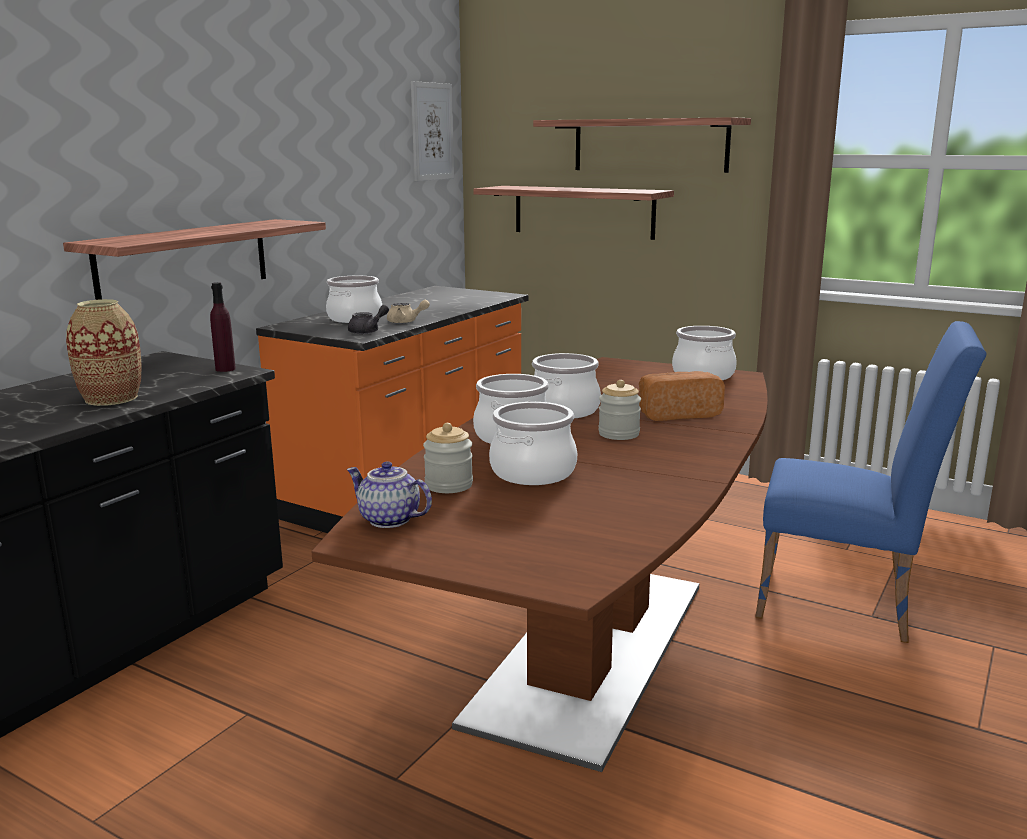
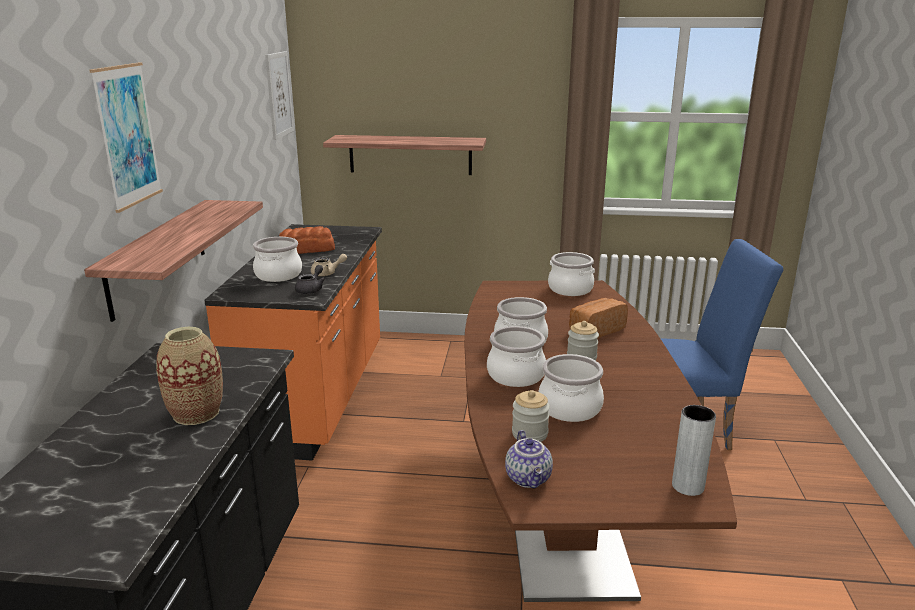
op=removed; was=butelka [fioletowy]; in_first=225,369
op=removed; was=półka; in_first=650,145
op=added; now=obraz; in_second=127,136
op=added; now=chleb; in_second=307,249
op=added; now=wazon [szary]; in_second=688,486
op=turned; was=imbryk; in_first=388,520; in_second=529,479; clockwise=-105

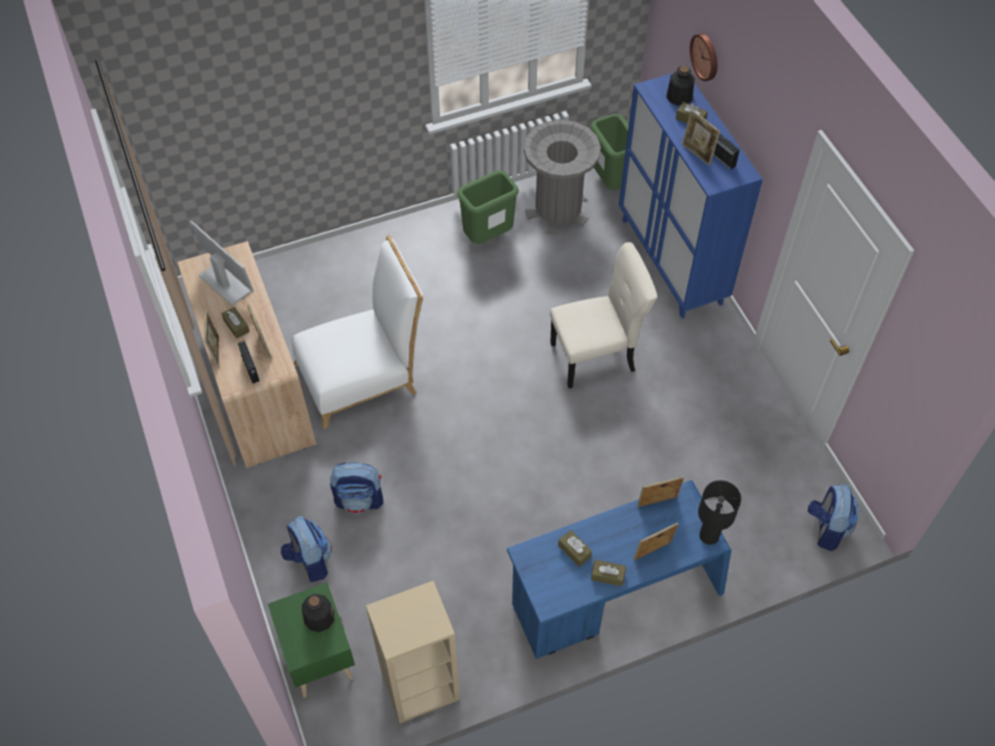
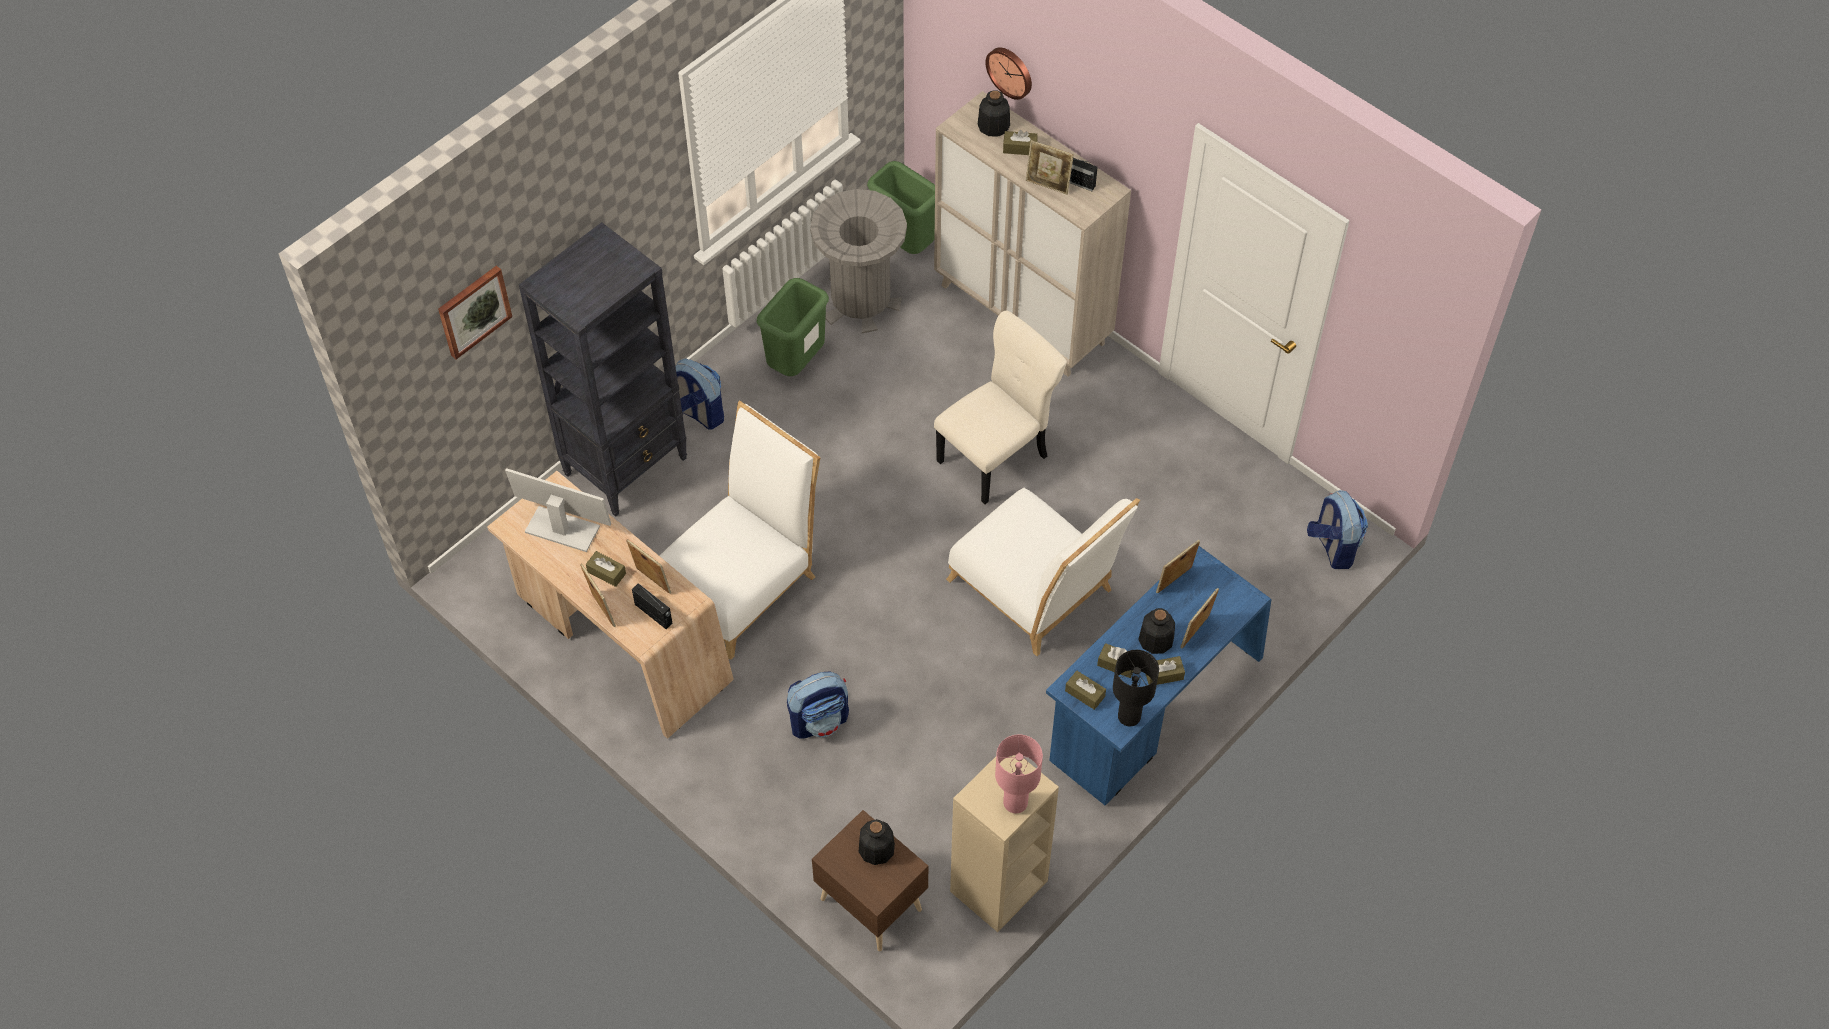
op=added; now=obraz; in_second=473,310
op=added; now=regał [czarny]; in_second=627,465
op=added; now=krzesło [biały]; in_second=1036,591
op=added; now=lampa stołowa [różowy]; in_second=1015,803
op=added; now=pudełko chusteczek [brązowy]; in_second=1085,693
op=added; now=butelka; in_second=1155,639
op=moved; was=plecak; in_first=310,561; in_second=698,413
op=moved; was=lampa stołowa [czarny]; in_first=709,536; in_second=1130,717
op=recoloured; was=szafka nocna [zielony]; now=szafka nocna [brązowy]; in_first=319,655; in_second=871,902
op=recoloured; was=szafka [niebieski]; now=szafka [beżowy]; in_first=671,261; in_second=1023,314

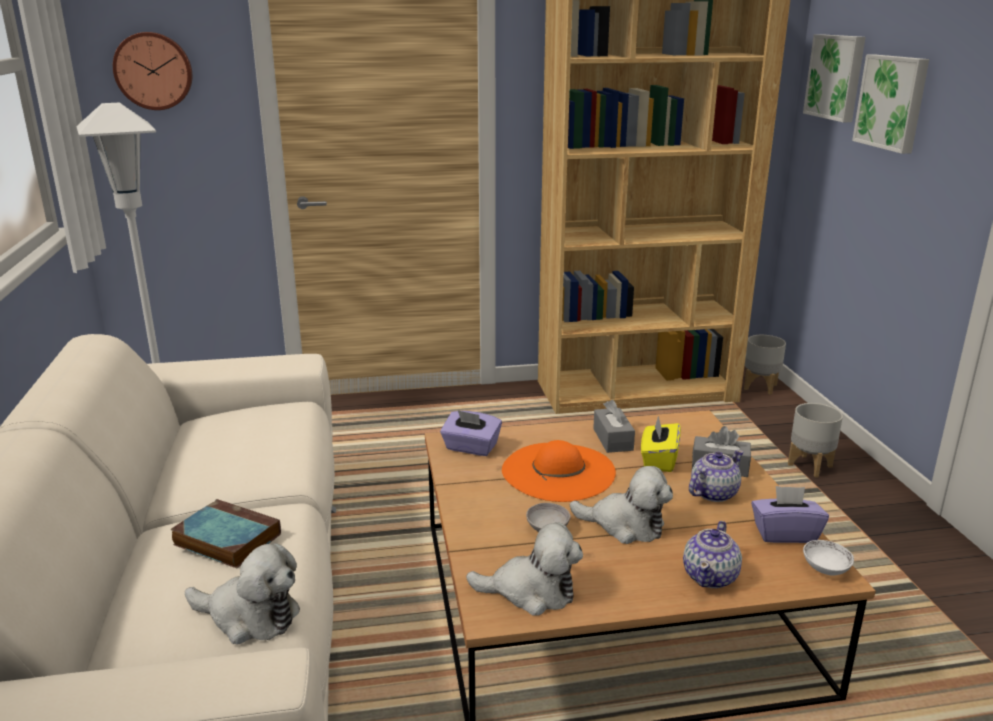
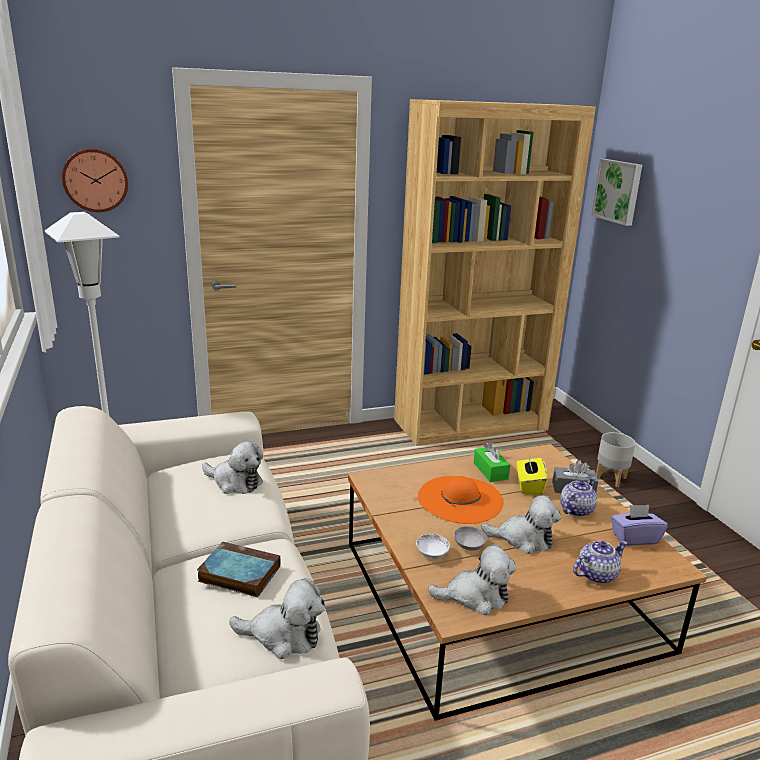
op=removed; was=pudełko chusteczek [fioletowy]; in_first=471,448
op=removed; was=donica [szary]; in_first=761,387
op=removed; was=obraz; in_first=893,102
op=added; now=pluszak; in_second=235,482
op=moved; was=miska [biały]; in_first=825,568; in_second=432,554
op=recoloured; was=pudełko chusteczek [szary]; now=pudełko chusteczek [zielony]; in_first=613,439; in_second=490,471
op=turned; was=imbryk; in_first=711,576; in_second=596,574; clockwise=-135

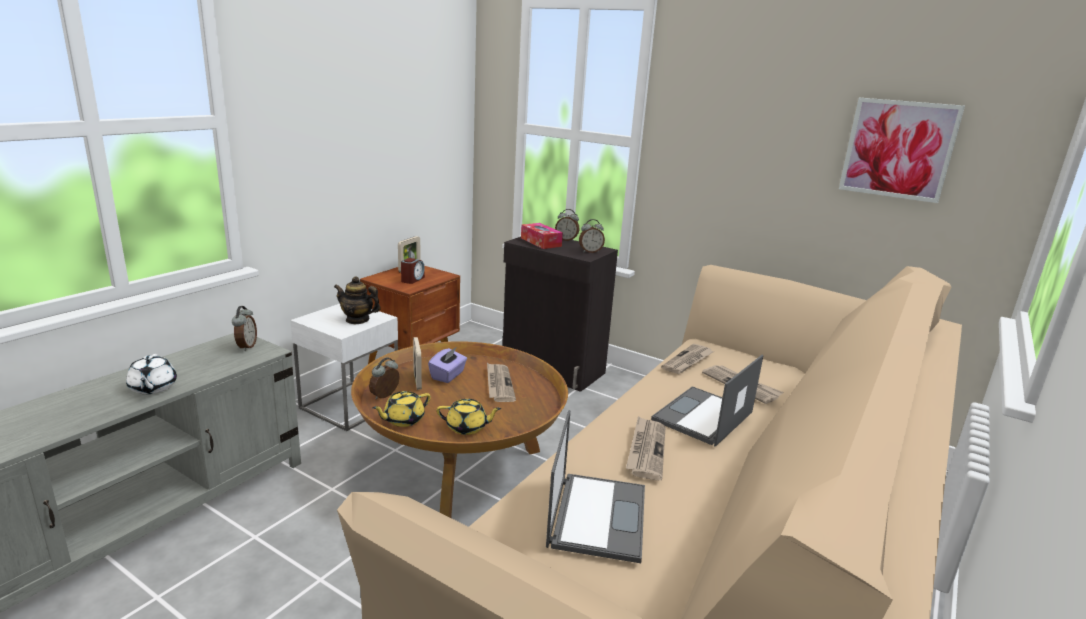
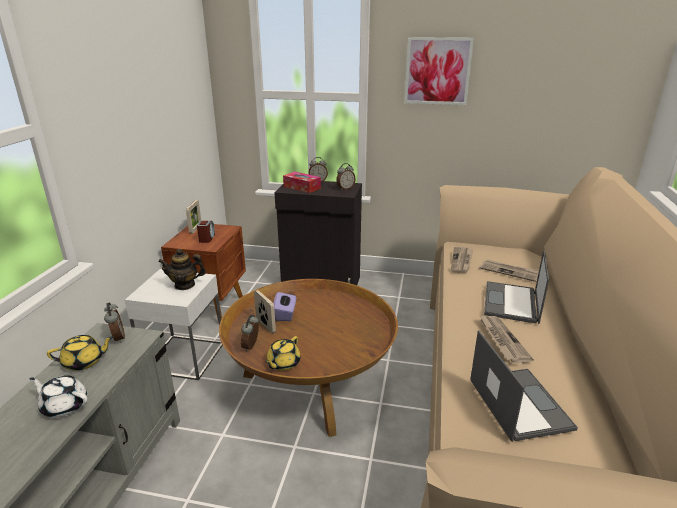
op=removed; was=gazeta; in_first=499,384
op=moved; was=imbryk [żółty]; in_first=467,427; in_second=84,362
op=moved; was=obraz; in_first=898,149; in_second=437,71
op=turned; was=imbryk [biały]; in_first=152,388; in_second=64,406; clockwise=150

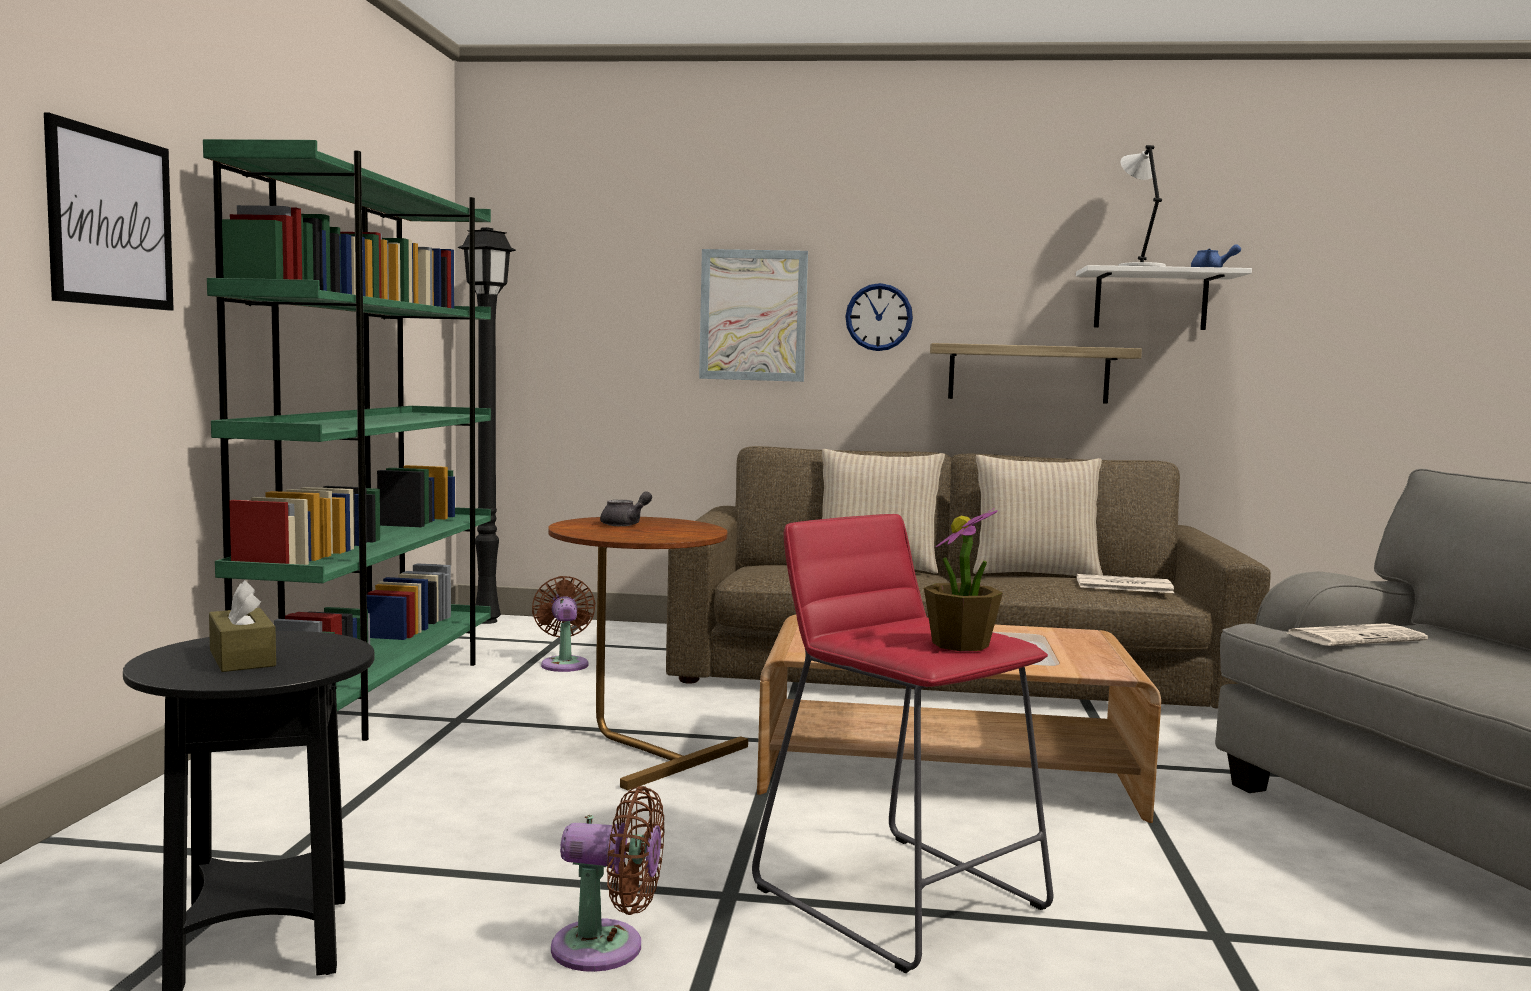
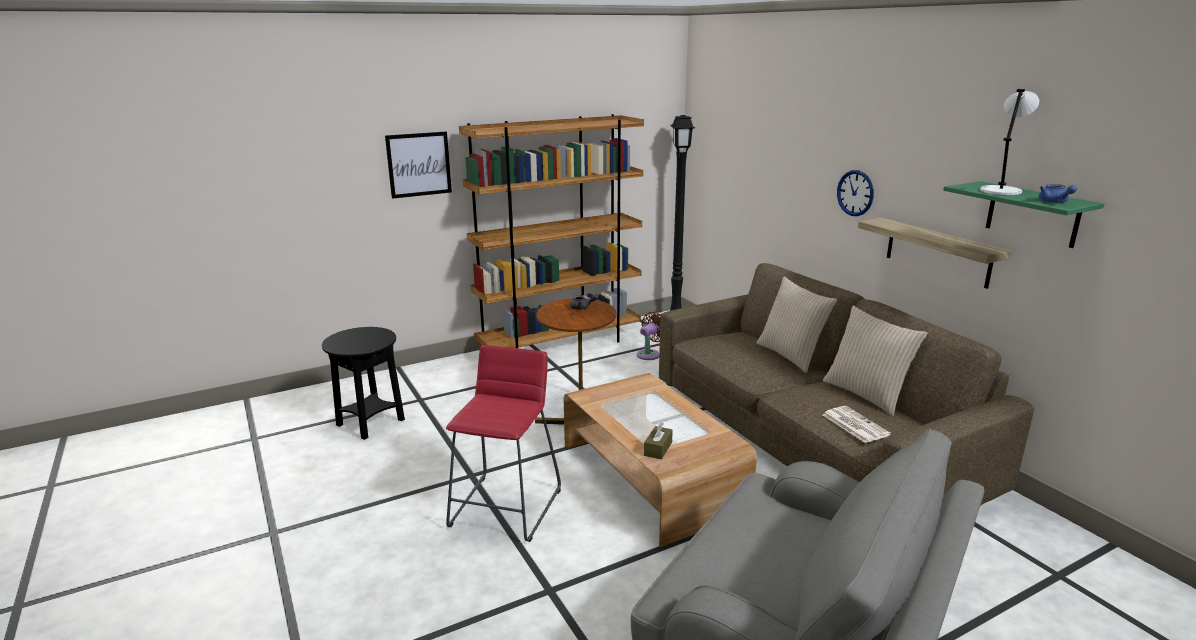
op=removed; was=wentylator [brązowy]; in_first=607,948
op=removed; was=obraz; in_first=753,315
op=removed; was=roślina doniczkowa; in_first=960,644
op=removed; was=gazeta; in_first=1355,637
op=moved; was=pudełko chusteczek [brązowy]; in_first=242,658; in_second=658,449
op=recoloured; was=regał [zielony]; now=regał [brązowy]; in_first=376,694; in_second=560,345
op=recoloured; was=półka [biały]; now=półka [zielony]; in_first=1150,300; in_second=1032,214

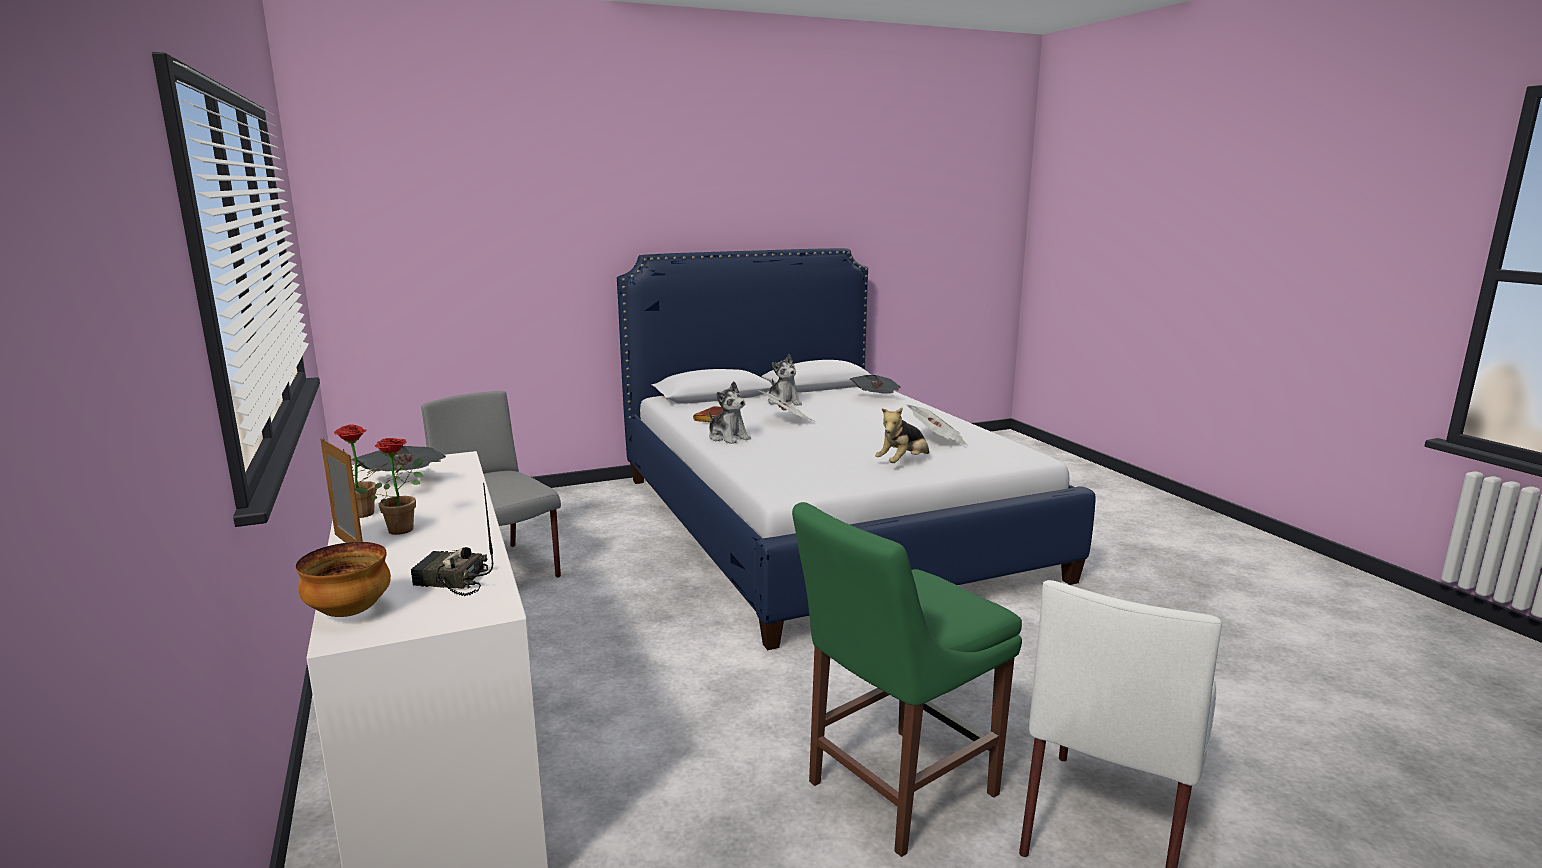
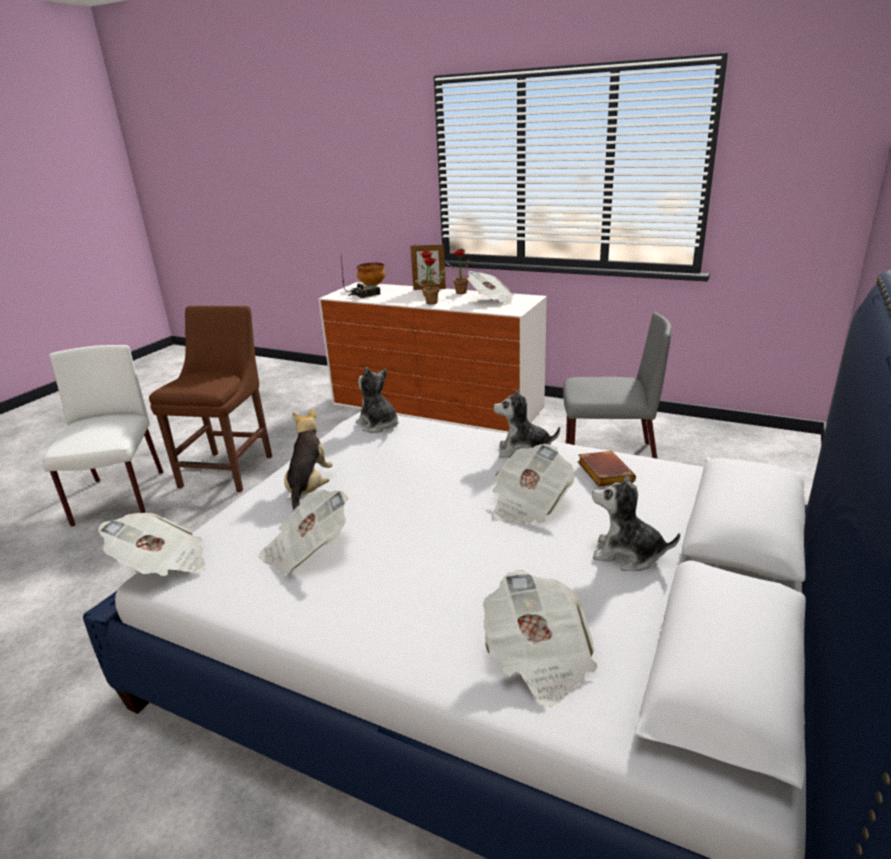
op=added; now=gazeta; in_second=163,565
op=added; now=pluszak; in_second=378,425
op=added; now=roślina doniczkowa; in_second=433,302
op=recoloured; was=krzesło [zielony]; now=krzesło [brązowy]; in_first=894,791; in_second=230,469

